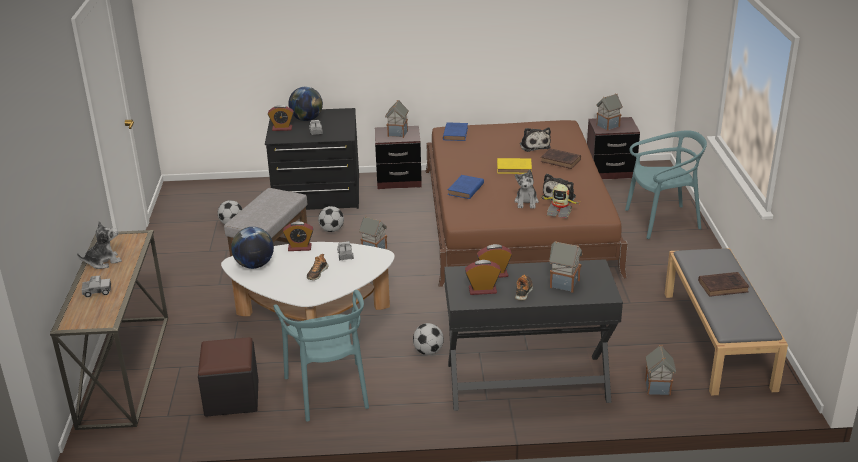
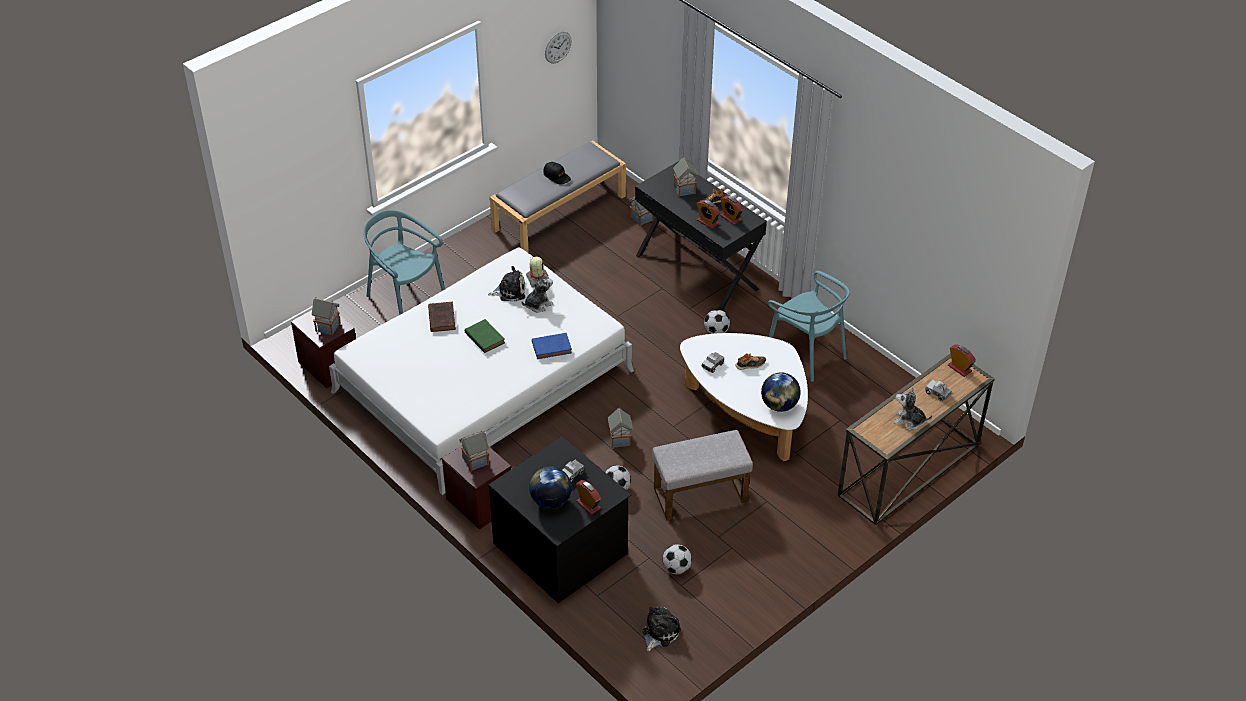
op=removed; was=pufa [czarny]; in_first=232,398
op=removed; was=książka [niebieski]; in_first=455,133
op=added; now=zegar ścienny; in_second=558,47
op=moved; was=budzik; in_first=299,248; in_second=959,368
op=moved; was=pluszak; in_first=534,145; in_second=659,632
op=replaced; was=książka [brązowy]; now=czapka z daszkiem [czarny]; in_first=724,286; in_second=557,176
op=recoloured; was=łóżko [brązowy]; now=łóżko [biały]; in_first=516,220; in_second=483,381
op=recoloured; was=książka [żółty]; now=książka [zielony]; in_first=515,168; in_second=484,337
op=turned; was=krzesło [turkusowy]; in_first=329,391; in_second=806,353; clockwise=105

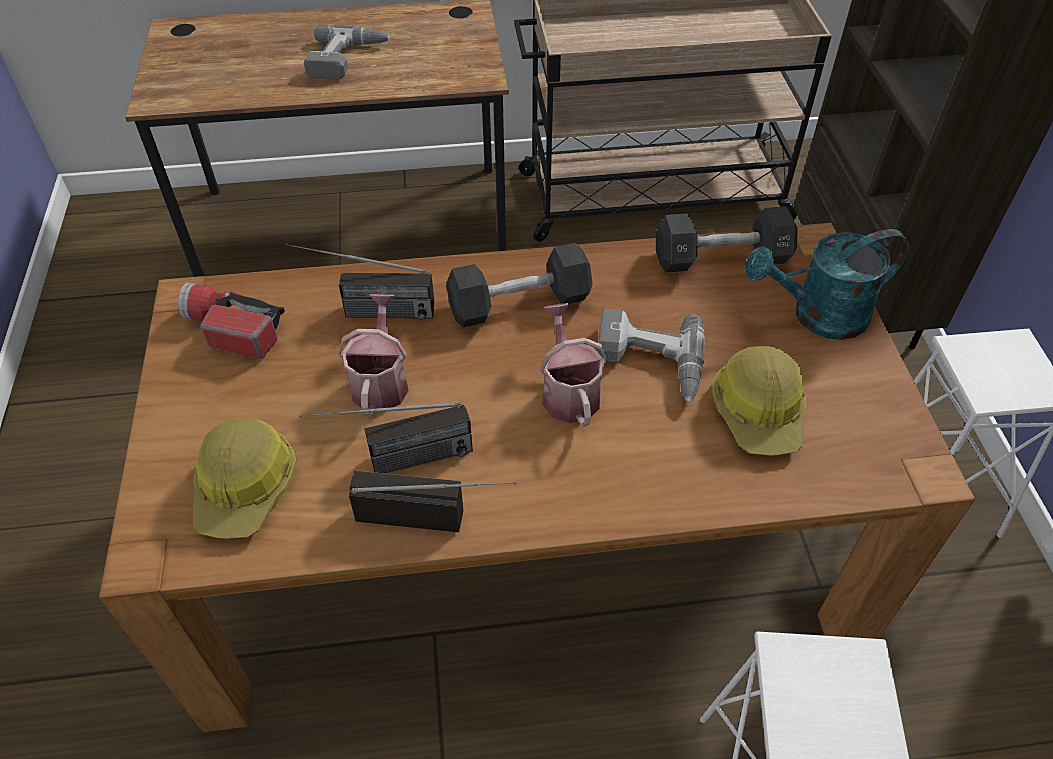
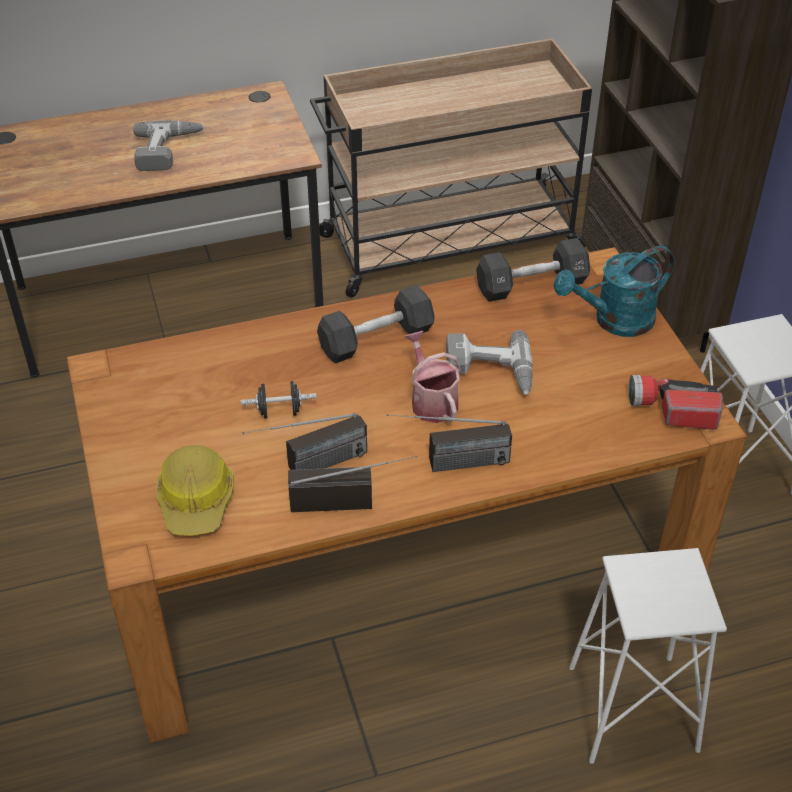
op=removed; was=kask; in_first=758,411
op=moved; was=latarka; in_first=231,330; in_second=672,410
op=moved; was=radio; in_first=366,312; in_second=448,464
op=replaced; was=konewka; now=hantel [czarny]; in_first=380,381; in_second=279,411

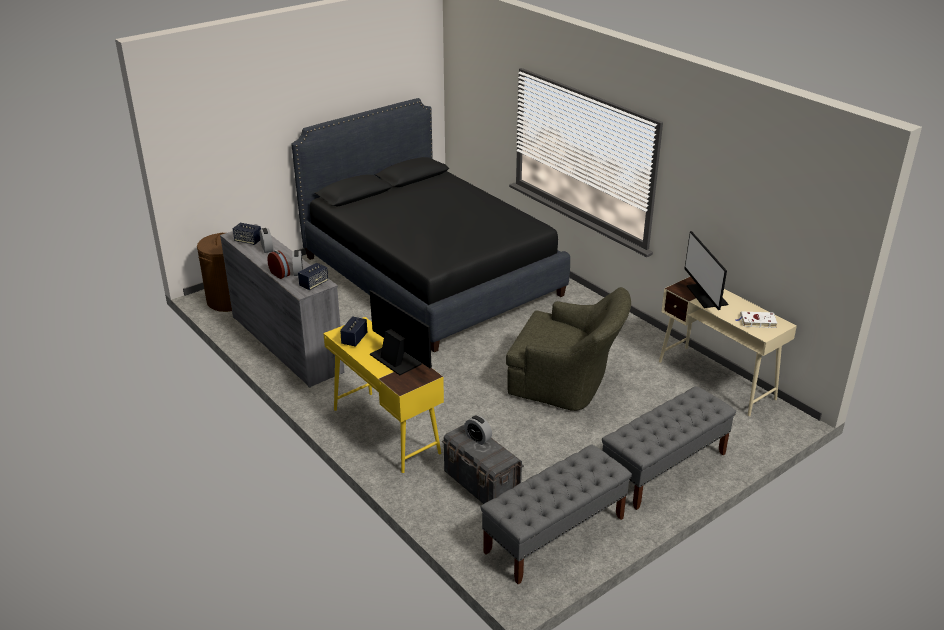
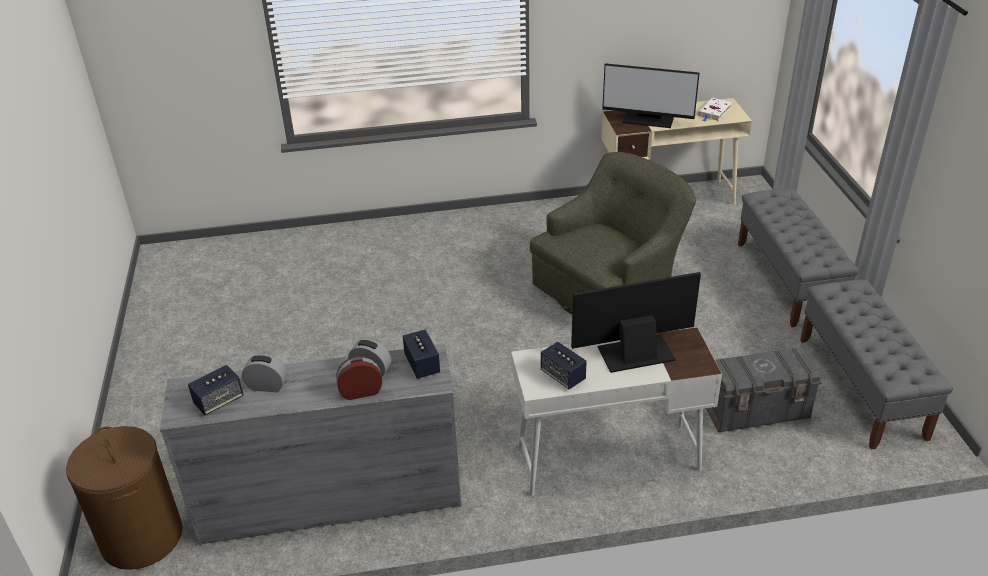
op=removed; was=łóżko [czarny]; in_first=431,275
op=removed; was=budzik; in_first=478,438
op=recoloured; was=biurko [żółty]; now=biurko [biały]; in_first=385,430; in_second=607,459

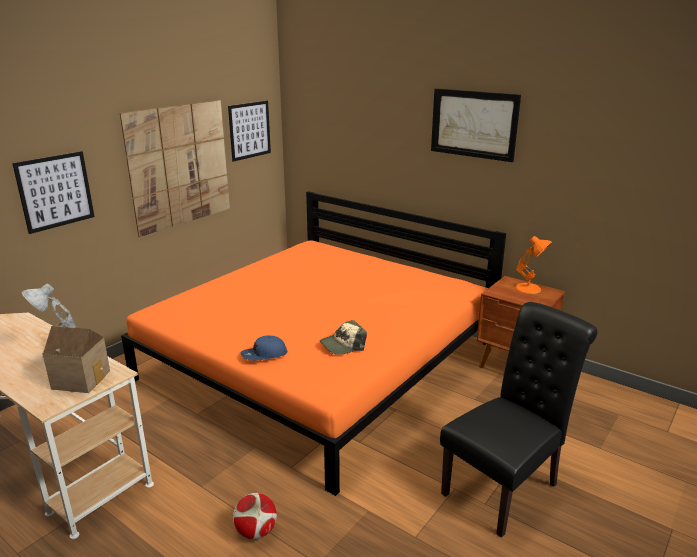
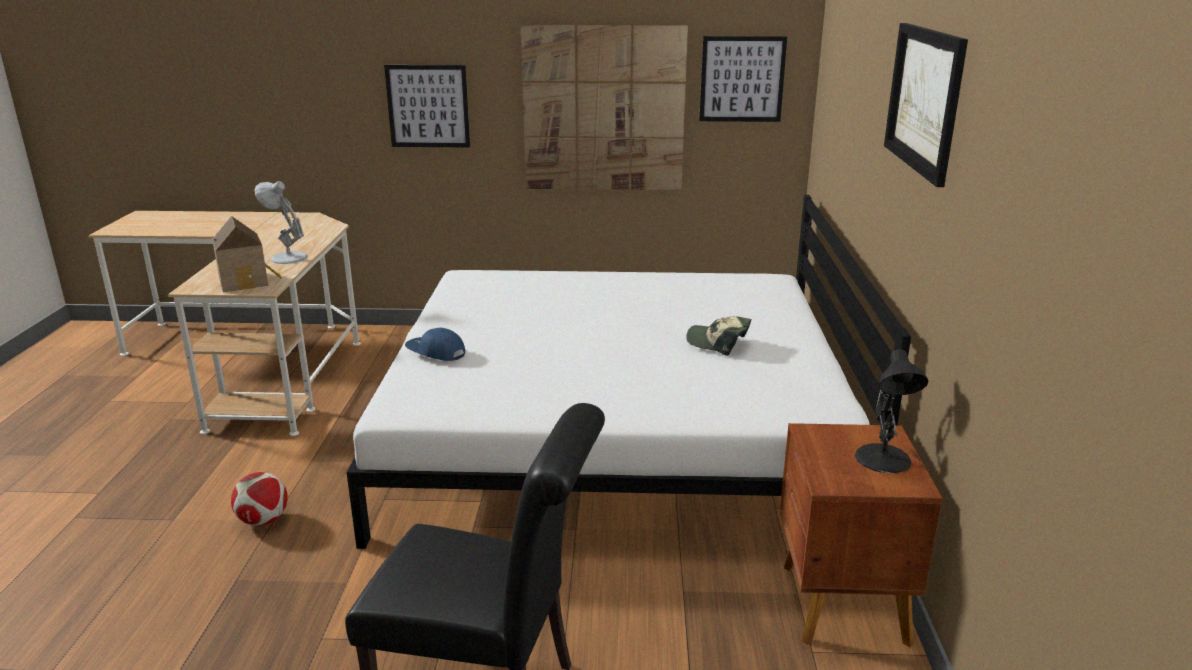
op=moved; was=czapka z daszkiem; in_first=343,345; in_second=718,343
op=recoloured; was=łóżko [pomarańczowy]; now=łóżko [biały]; in_first=320,361; in_second=618,432
op=recoloured; was=lampa stołowa [pomarańczowy]; now=lampa stołowa [czarny]; in_first=529,289; in_second=884,460

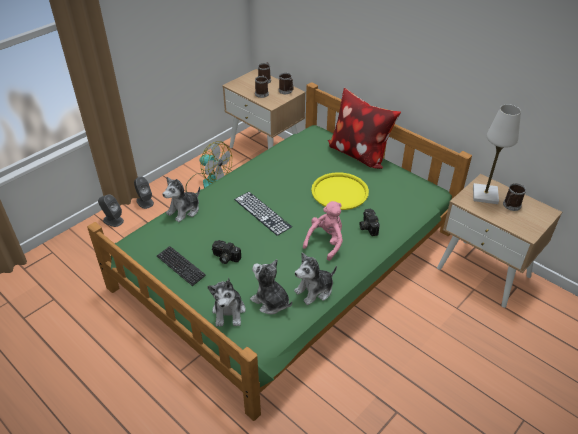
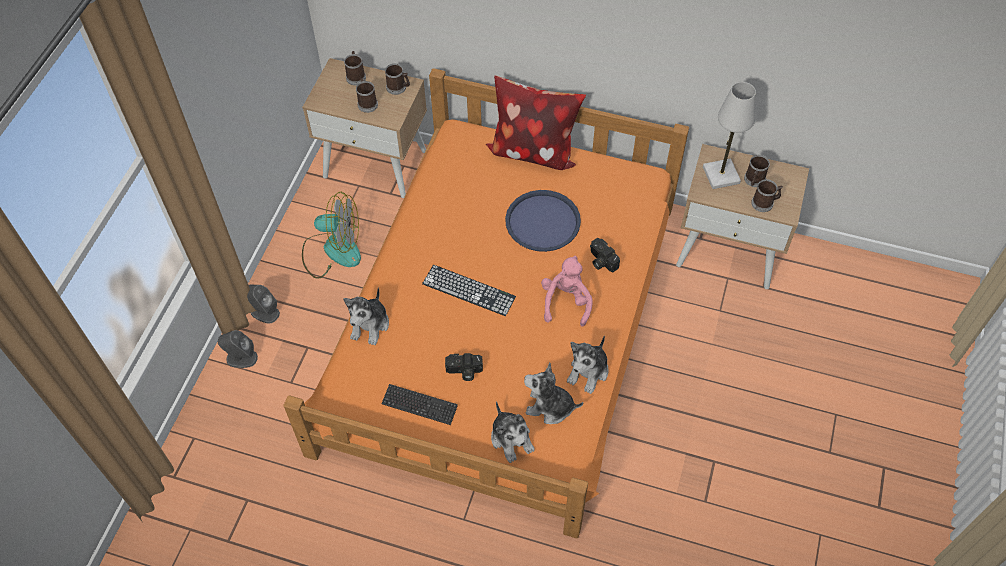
op=added; now=kubek; in_second=764,203
op=recoloured; was=łóżko [zielony]; now=łóżko [pomarańczowy]; in_first=287,260; in_second=501,325
op=recoloured; was=taca [żółty]; now=taca [niebieski]; in_first=339,192; in_second=543,222

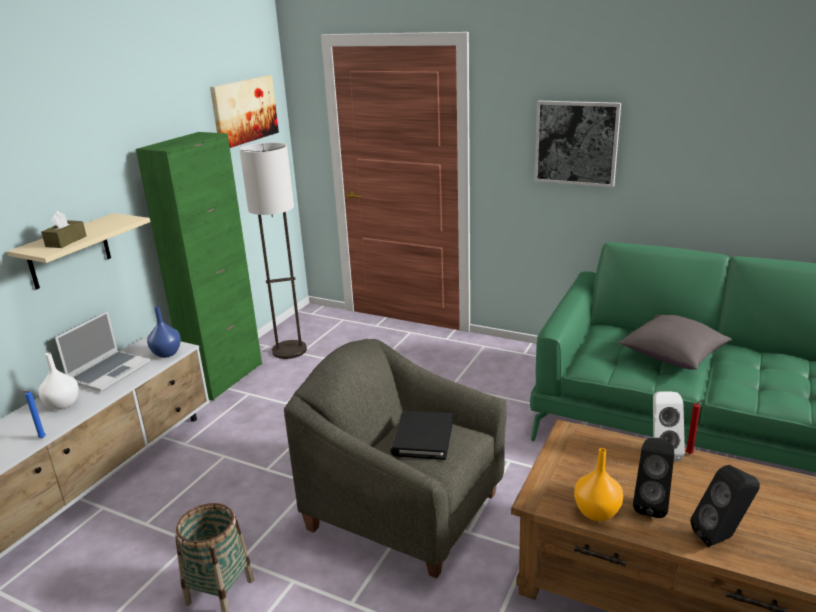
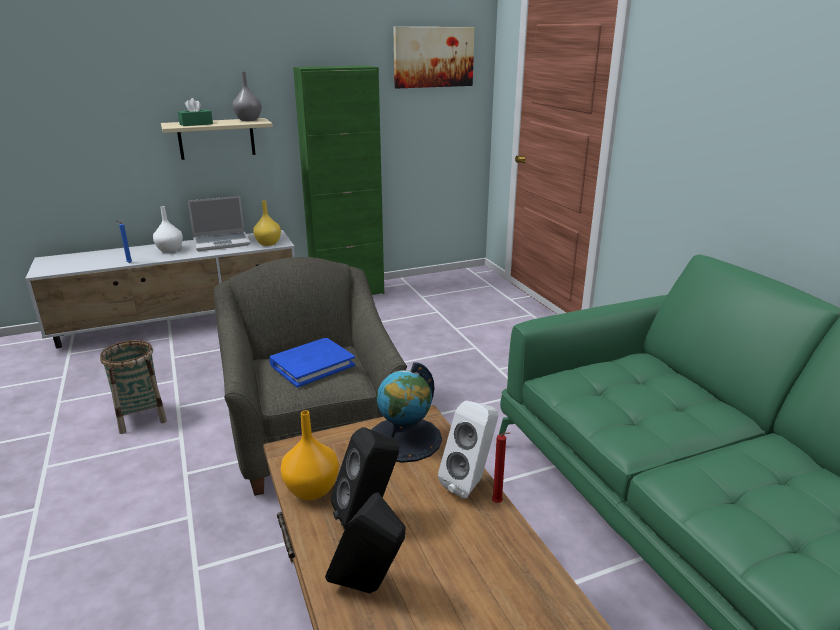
op=removed; was=lampa stojąca; in_first=289,350
op=removed; was=obraz; in_first=576,143
op=removed; was=poduszka [szary]; in_first=672,356
op=added; now=wazon [szary]; in_second=248,120
op=added; now=globus; in_second=405,439
op=recoloured; was=pudełko chusteczek [brązowy]; now=pudełko chusteczek [zielony]; in_first=66,241; in_second=196,124
op=recoloured; was=wazon [niebieski]; now=wazon [żółty]; in_first=167,353; in_second=268,244
op=recoloured; was=książka [czarny]; now=książka [niebieski]; in_first=422,438; in_second=312,365

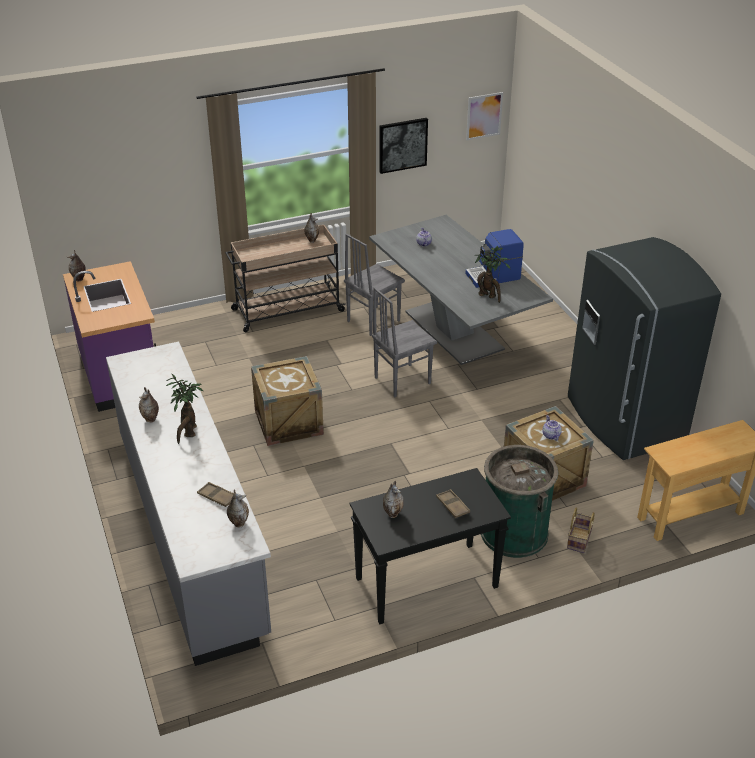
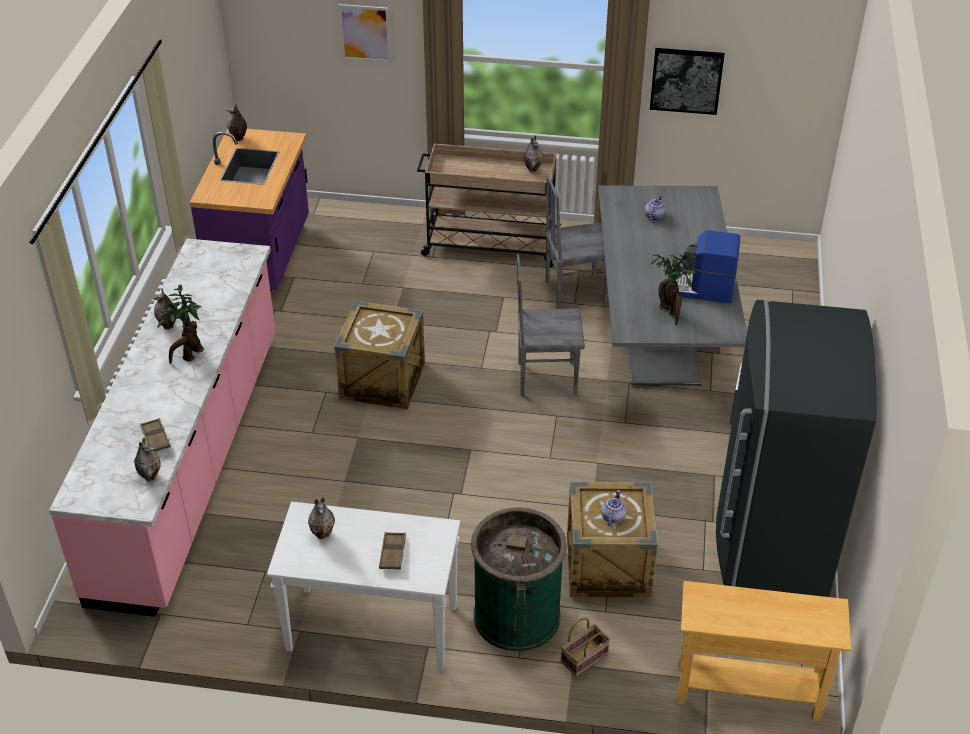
op=moved; was=obraz; in_first=484,116; in_second=365,33
op=recoloured; was=zabudowa kuchenna [szary]; now=zabudowa kuchenna [różowy]; in_first=191,531; in_second=191,462
op=recoloured; was=stolik konsolowy [czarny]; now=stolik konsolowy [biały]; in_first=425,584; in_second=370,629

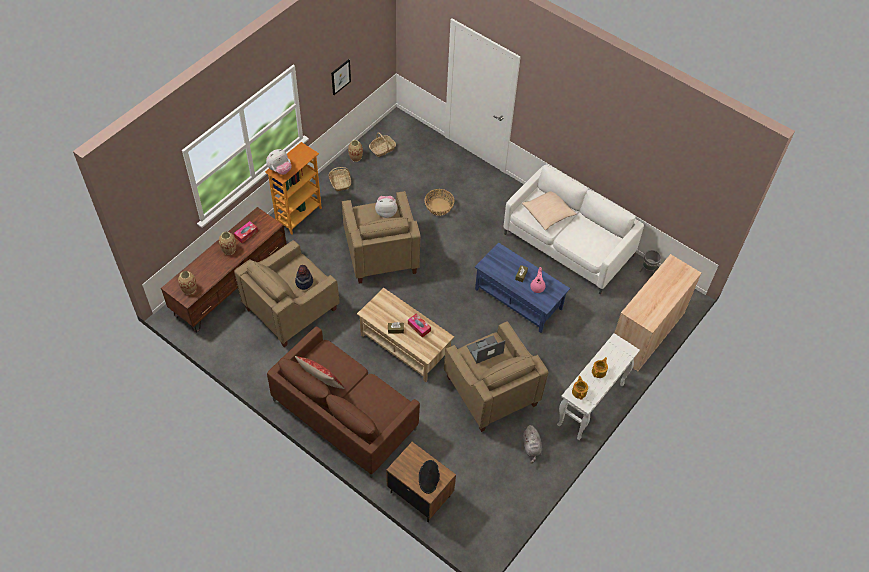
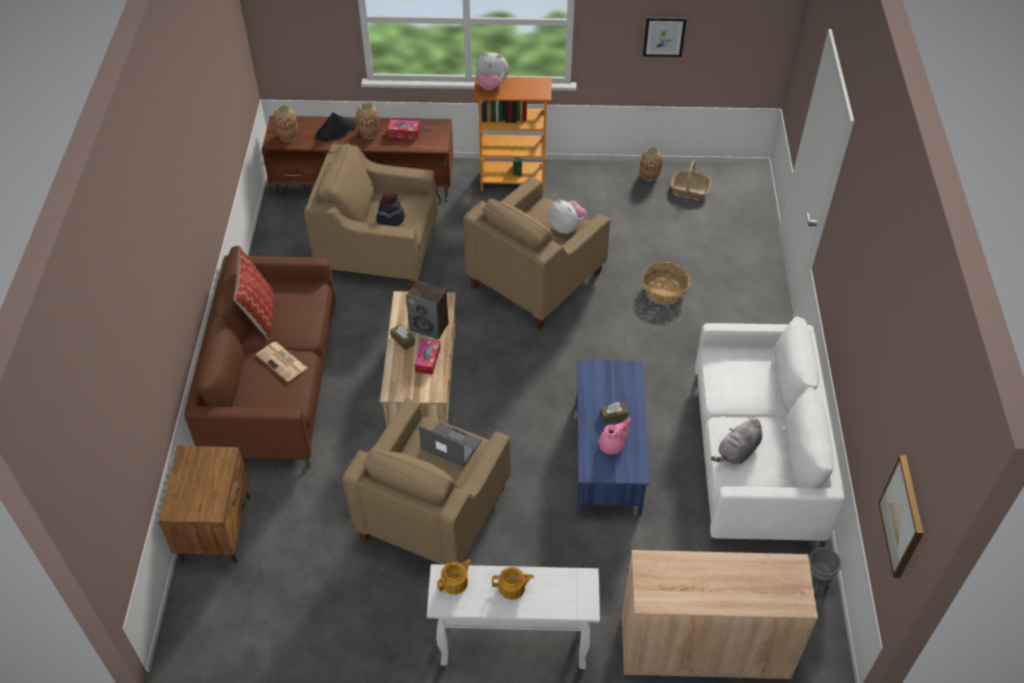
op=removed; was=koszyk; in_first=340,182
op=removed; was=poduszka [beżowy]; in_first=548,213
op=added; now=gazeta; in_second=282,362
op=added; now=głośnik; in_second=429,326
op=added; now=obraz; in_second=903,517
op=moved; was=kapelusz [czarny]; in_first=429,477; in_second=335,131
op=moved; was=pluszak [szary]; in_first=531,447; in_second=737,452

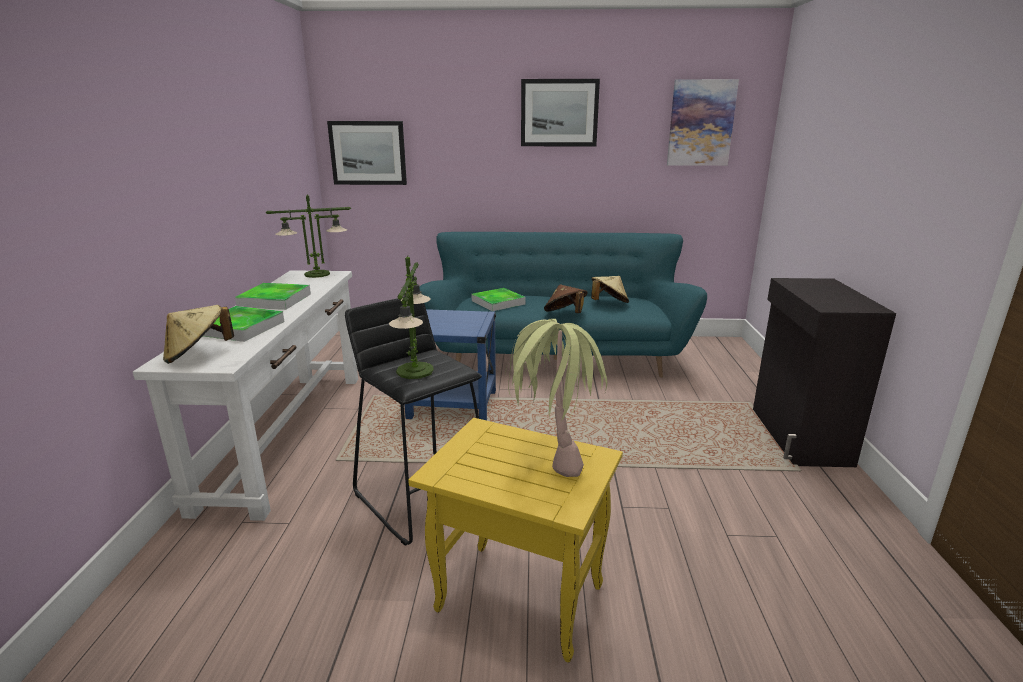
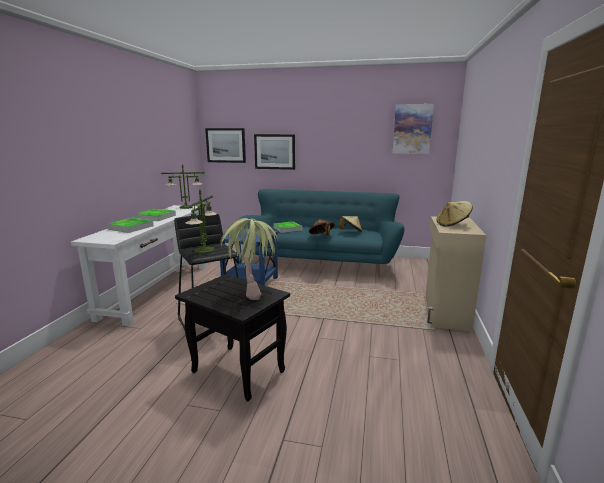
op=moved; was=kapelusz [beżowy]; in_first=198,354; in_second=453,224
op=moved; was=obraz; in_first=559,113; in_second=274,151
op=recoloured; was=stolik [żółty]; now=stolik [czarny]; in_first=516,598; in_second=236,372
op=recoloured; was=szafka [czarny]; now=szafka [beżowy]; in_first=798,436; in_second=445,313

